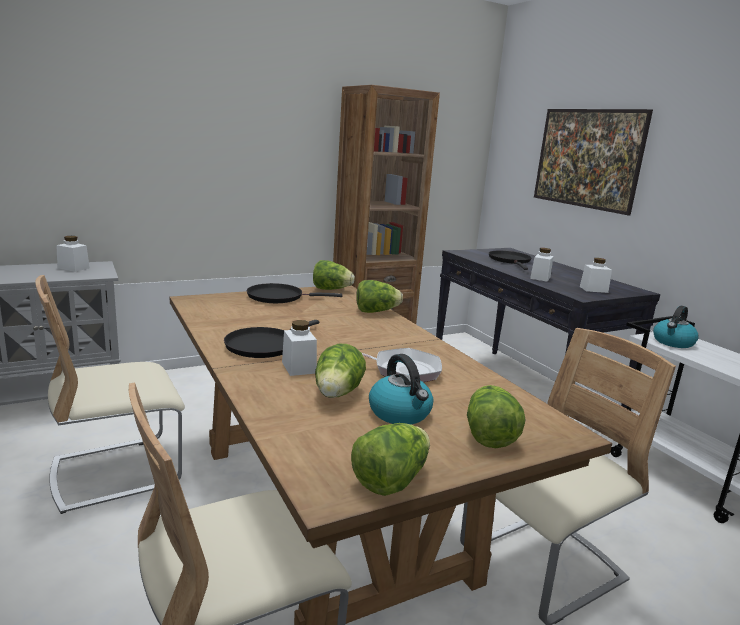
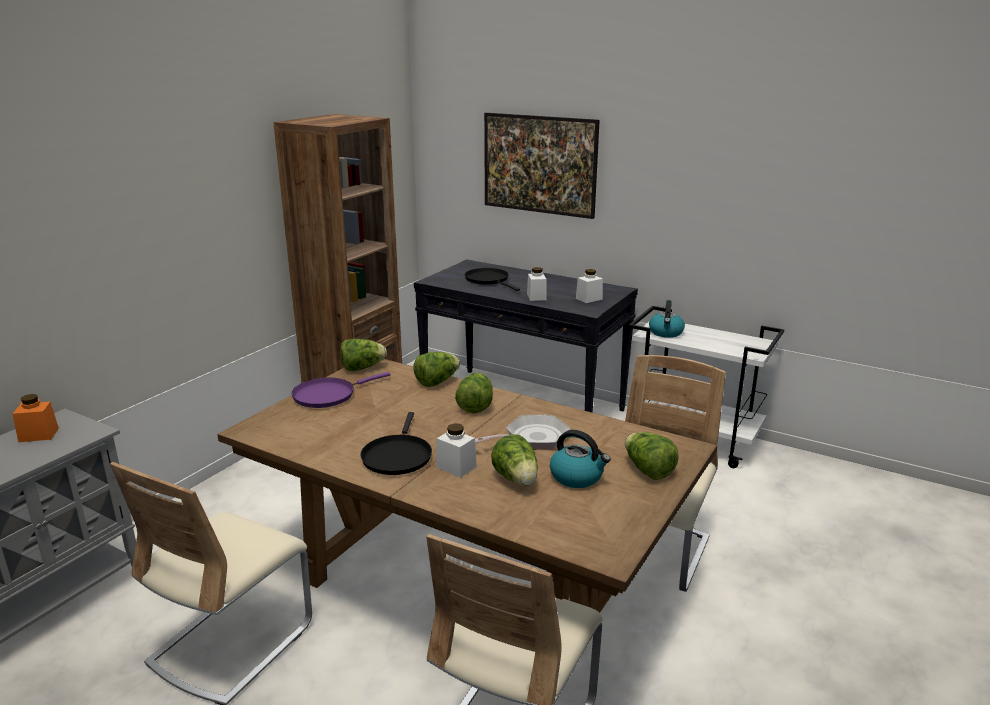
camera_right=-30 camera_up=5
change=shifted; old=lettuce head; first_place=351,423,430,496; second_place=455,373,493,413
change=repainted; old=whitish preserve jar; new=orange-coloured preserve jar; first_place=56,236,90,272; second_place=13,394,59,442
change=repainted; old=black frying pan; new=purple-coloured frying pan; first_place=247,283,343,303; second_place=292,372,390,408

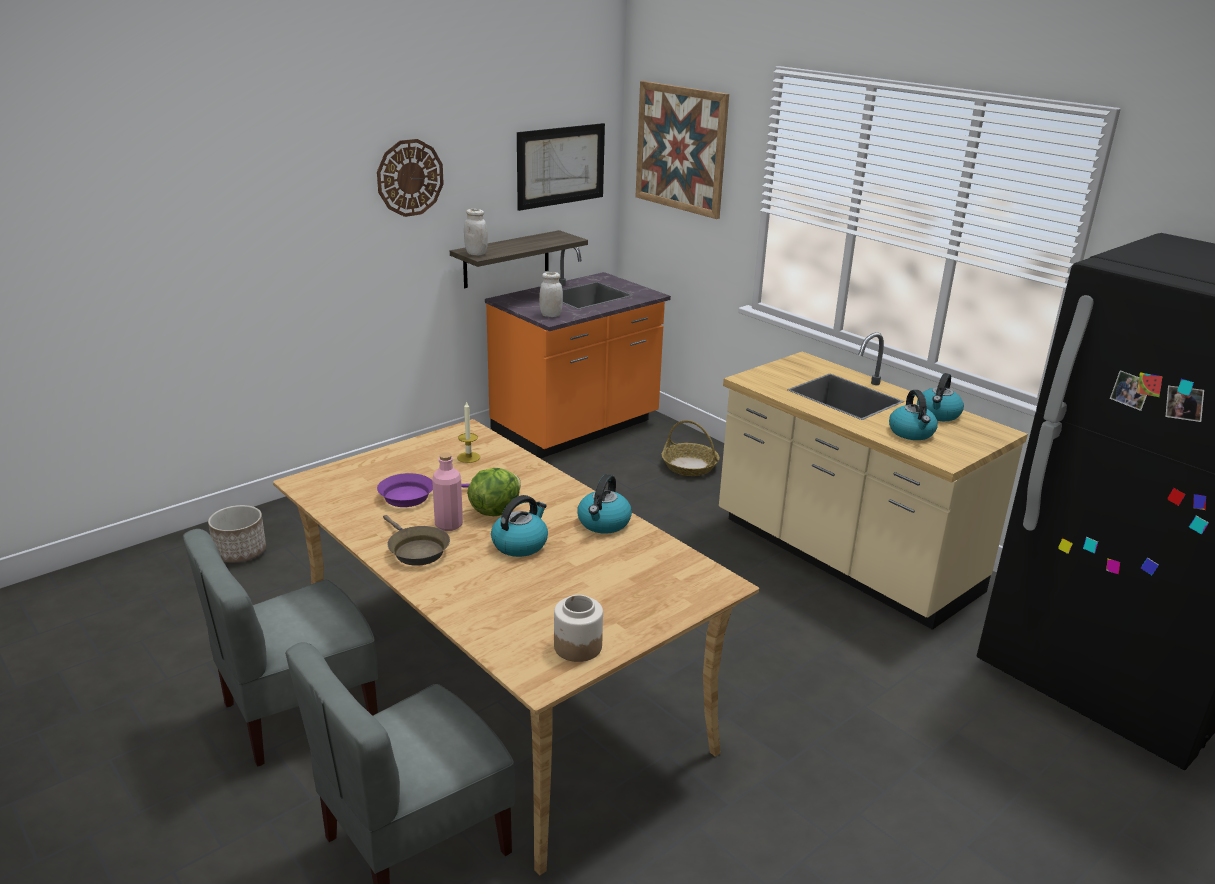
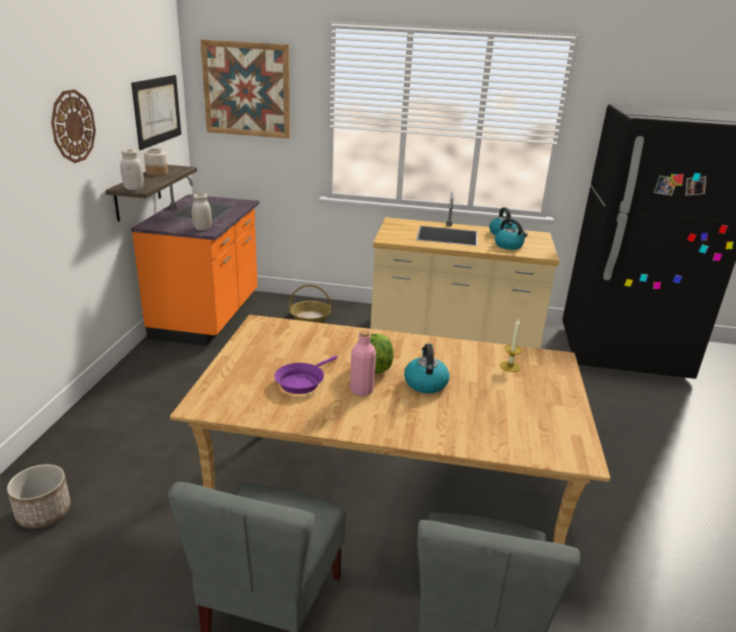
camera_right=-40 camera_up=0
change=gone; old=brownish frying pan; first_place=383,515,450,566
change=gone; old=water kettle; first_place=577,474,632,534
change=shifted; old=candle; first_place=457,401,480,463; second_place=500,318,522,372
change=shifted; old=preserve jar; first_place=554,595,603,662; second_place=144,148,168,176

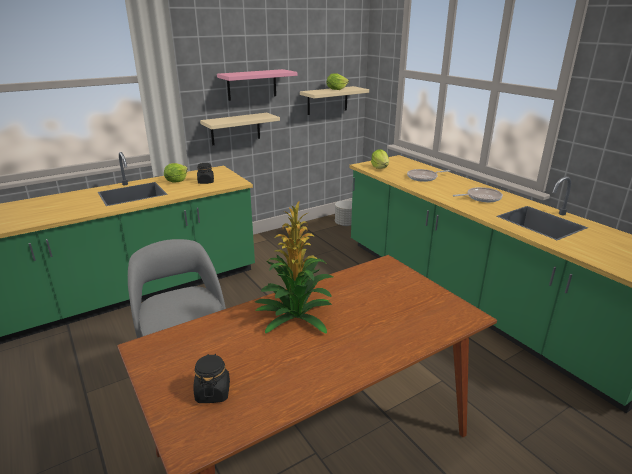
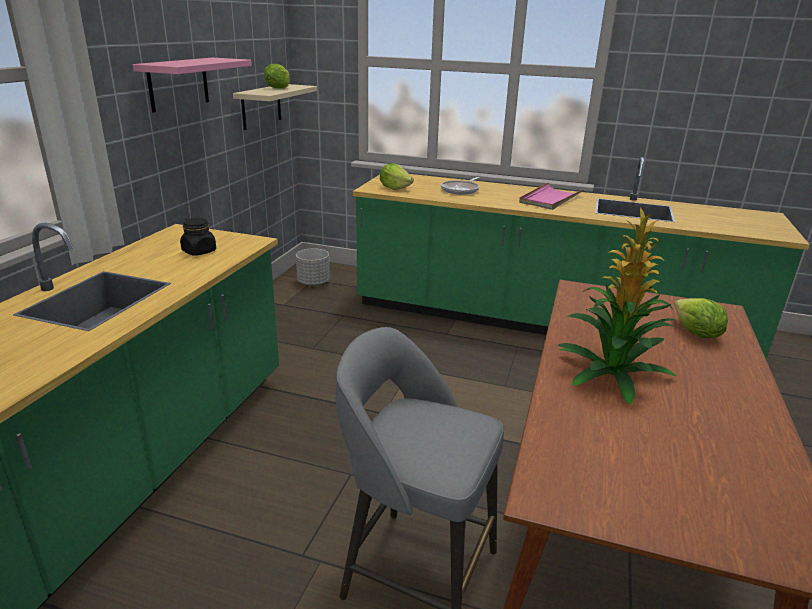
camera_right=-40 camera_up=0
change=gone; old=black preserve jar; first_place=193,354,230,403
change=gone; old=sand-coloured shelf; first_place=200,113,280,145
change=shifted; old=lettuce head; first_place=164,163,188,183; second_place=674,298,728,338
change=swapped; old=frying pan; new=pink-coloured carrying tray; first_place=453,187,503,202; second_place=519,182,584,210

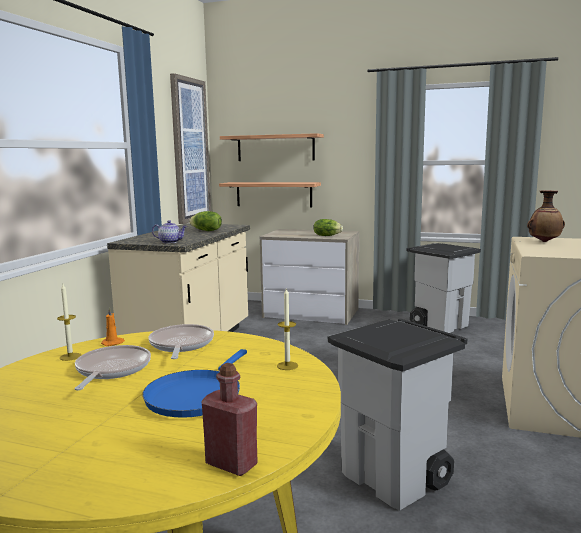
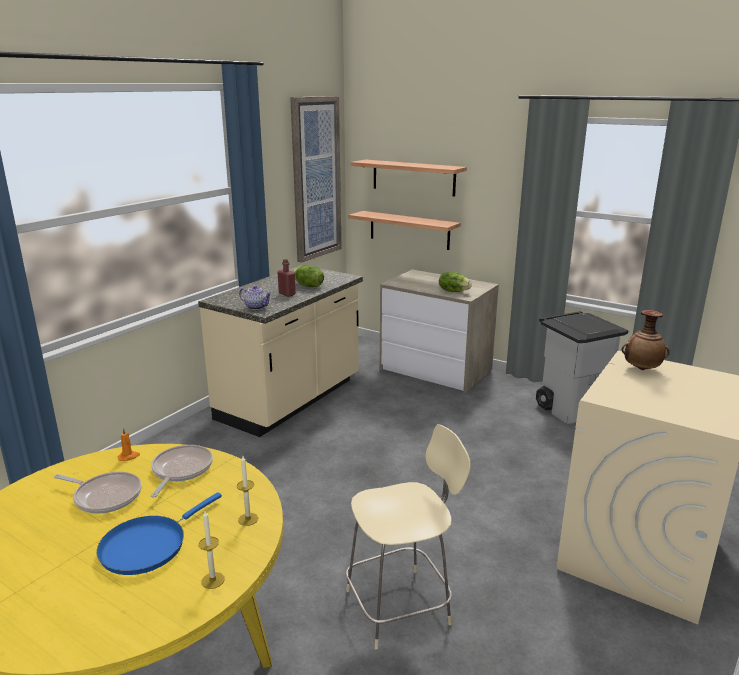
camera_right=15 camera_up=10
change=shifted; old=candle; first_place=57,284,81,361; second_place=199,511,225,589
change=shifted; old=red-coloured drink bottle; first_place=201,363,257,476; second_place=277,259,296,297
change=swapped; old=grey waste bin; new=sand-coloured stool seat; first_place=328,319,467,510; second_place=345,424,471,650
change=rotated; old=frying pan; first_place=74,345,151,391; second_place=54,472,142,514; degrees=90

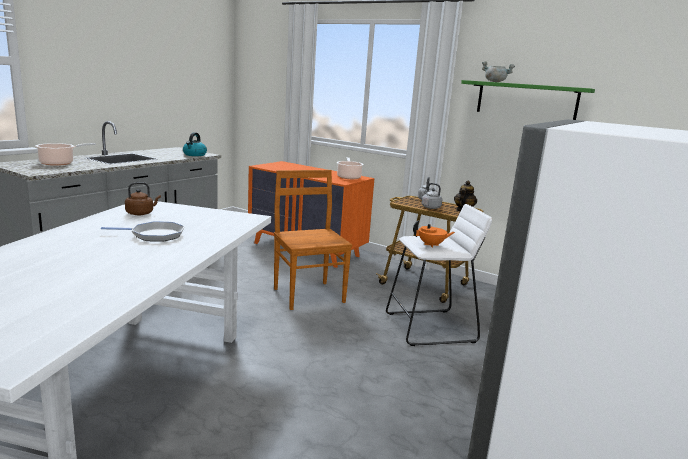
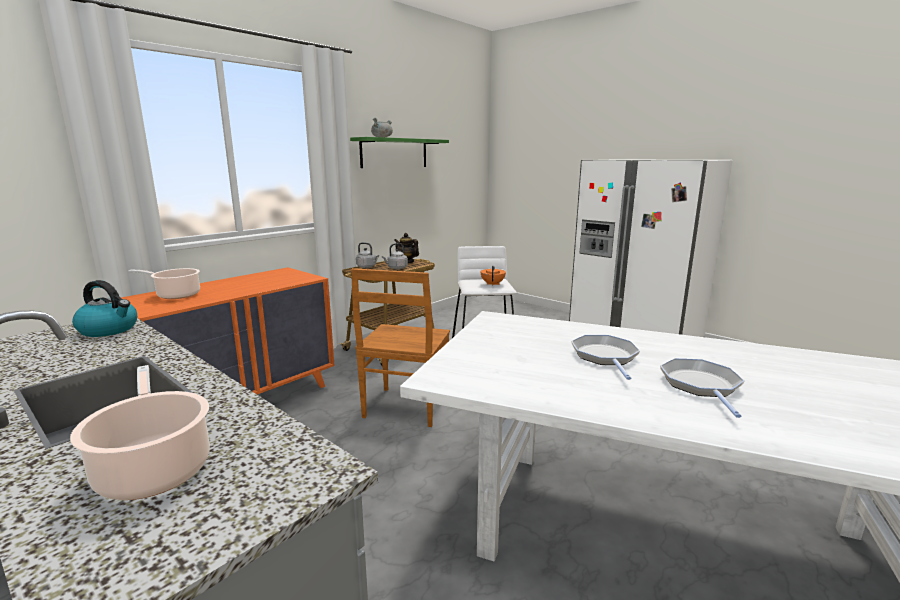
camera_right=-80 camera_up=0
change=gone; old=brownish water kettle; first_place=125,182,161,215
change=new; new=frying pan; second_place=660,358,745,418
change=shifted; old=saucepot; first_place=337,157,364,179; second_place=128,268,200,299
change=rotated; old=brownish plain chair; first_place=274,170,352,310; second_place=351,268,450,427; degrees=-60

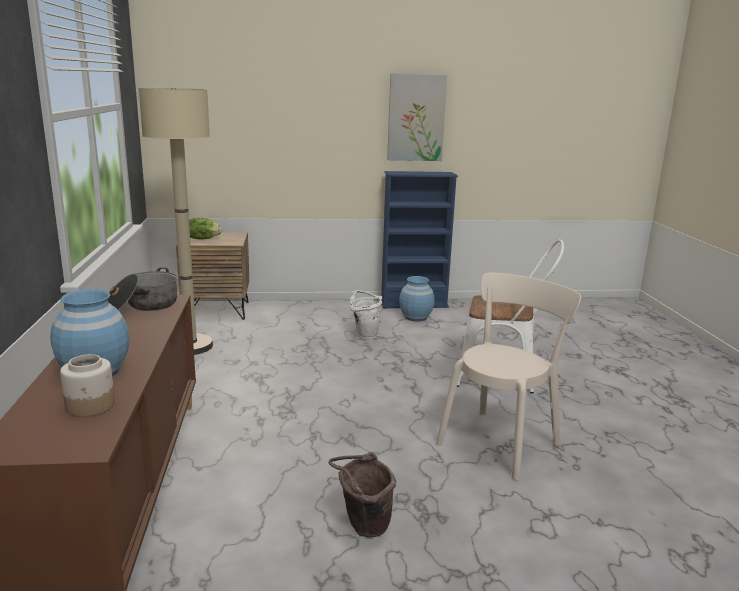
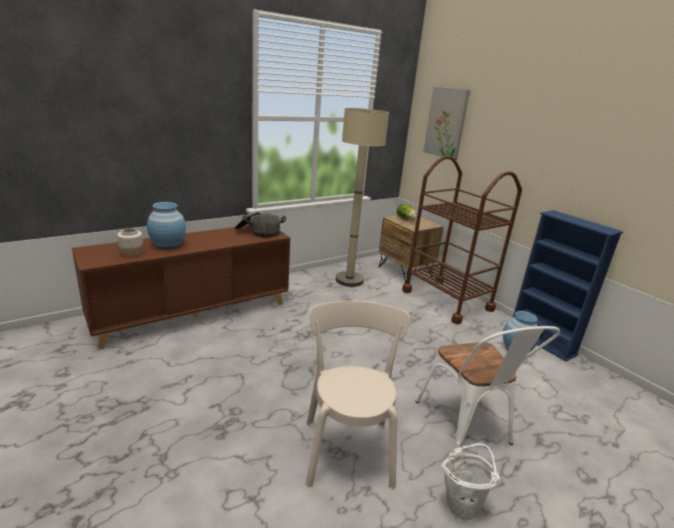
camera_right=60 camera_up=5
change=gone; old=brownish pail; first_place=328,452,396,538
change=new; new=brownish trolley; second_place=402,156,522,324
change=shifted; old=whitish pail; first_place=350,290,382,339; second_place=441,443,501,522
change=shifted; old=picture; first_place=387,73,447,161; second_place=423,86,470,160
change=rotated; old=sand-coloured plain chair; first_place=436,273,581,481; second_place=306,301,410,489; degrees=-105

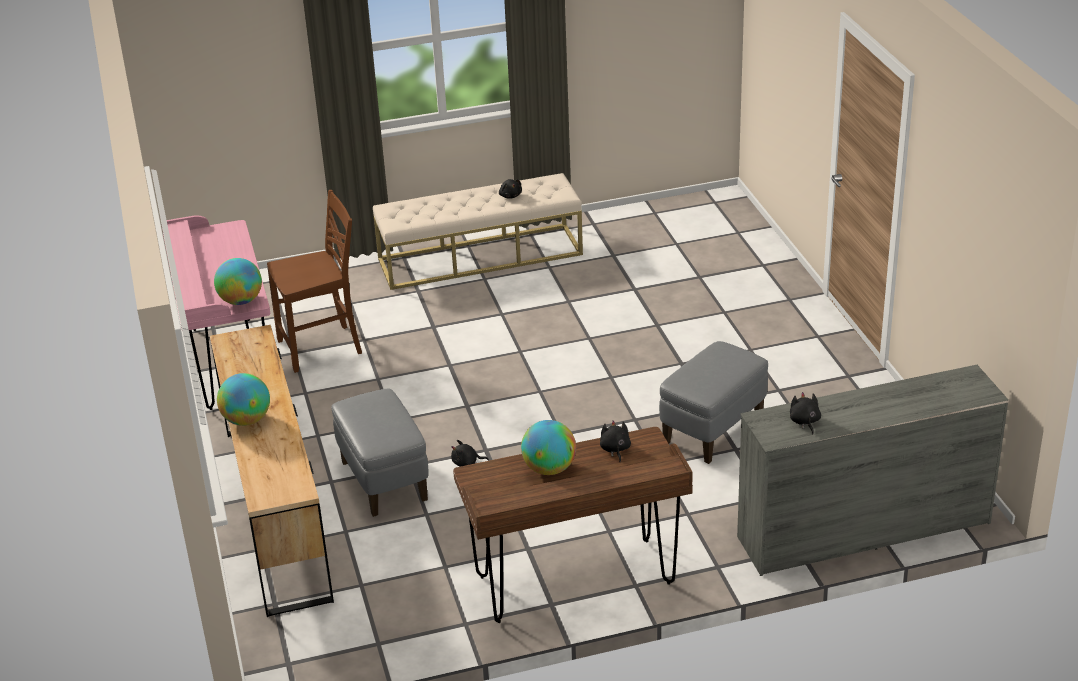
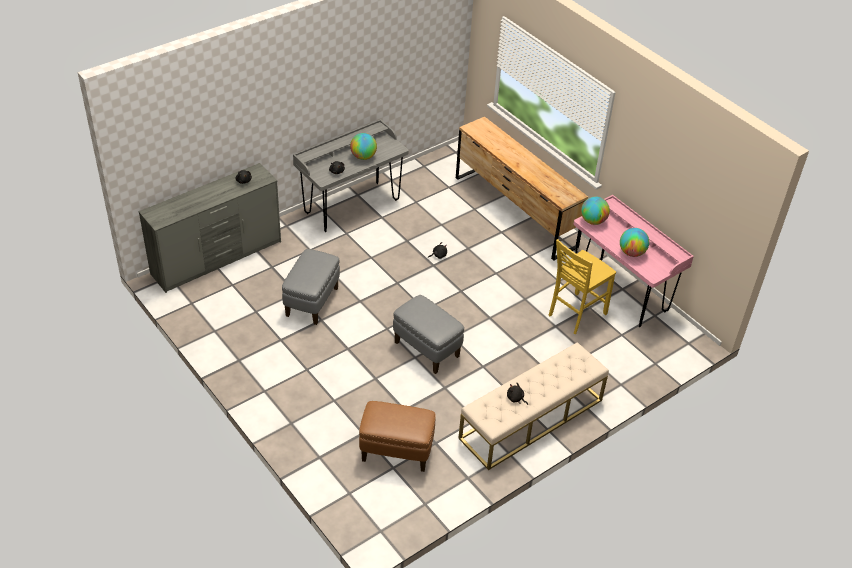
camera_right=155 camera_up=10
change=new; new=brownish ottoman; second_place=359,401,436,472
change=shifted; old=desk globe; first_place=217,373,270,426; second_place=620,228,649,257
change=shifted; old=grey ottoman; first_place=332,389,429,517; second_place=393,295,464,374
change=repainted; old=brownish plain chair; new=yellow plain chair; first_place=267,190,362,373; second_place=549,239,616,334
change=repainted; old=brownish desk; new=grey desk; first_place=453,427,693,623; second_place=293,119,409,232

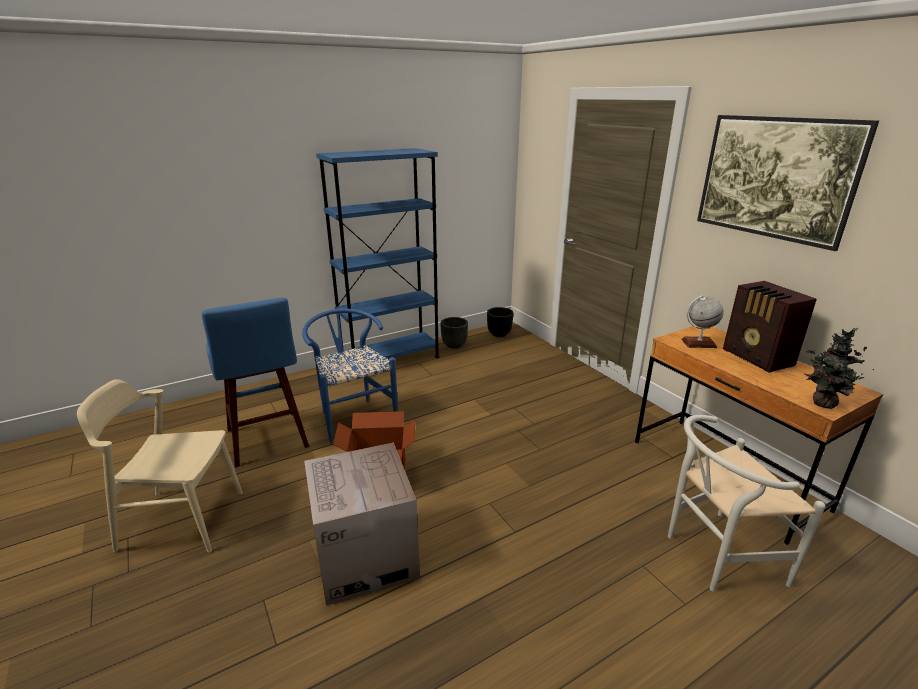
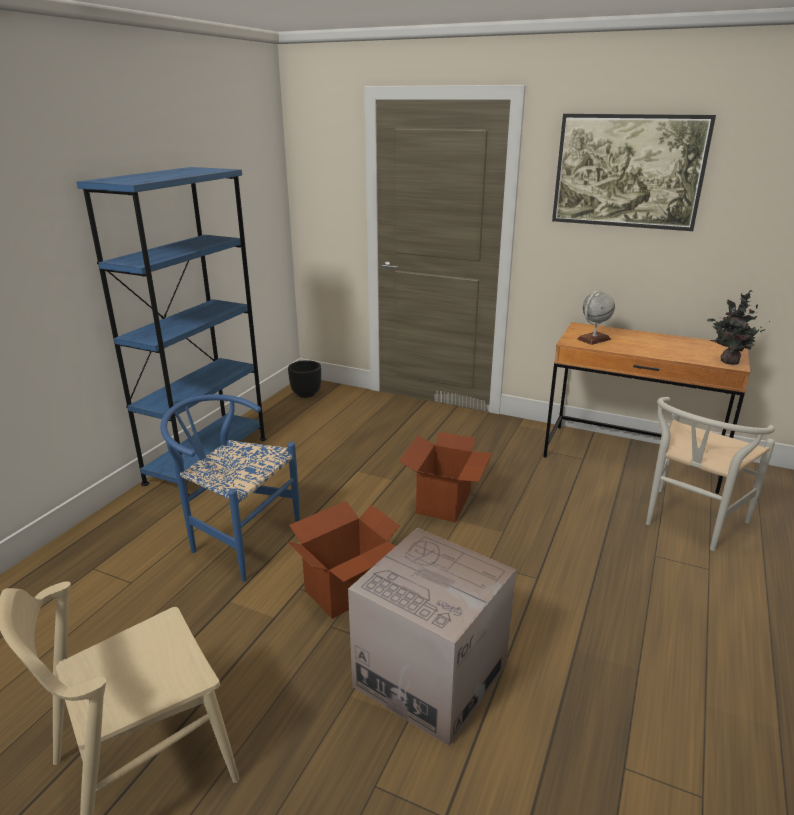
camera_right=-35 camera_up=0
change=gone; old=blue stool seat; first_place=202,298,309,468
change=gone; old=black plant pot; first_place=440,317,468,348
change=gone; old=radio; first_place=723,281,817,373
change=new; new=cardboard box; second_place=399,432,492,522

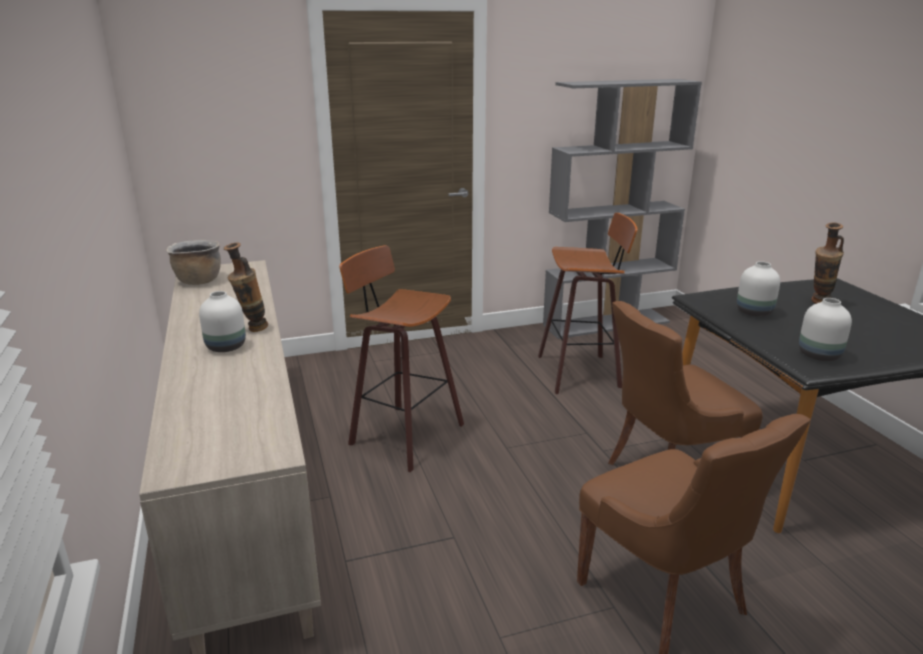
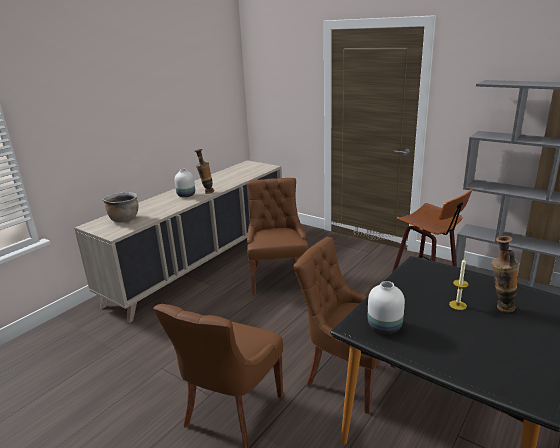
camera_right=55 camera_up=0
change=gone; old=whitish vase; first_place=737,261,780,317
change=new; new=candle; second_place=449,258,469,310
change=shifted; old=brownish saucepot; first_place=166,240,221,285; second_place=103,192,138,223
change=swapped; old=stool seat; new=brownish plain chair; first_place=339,245,464,472; second_place=246,178,308,295

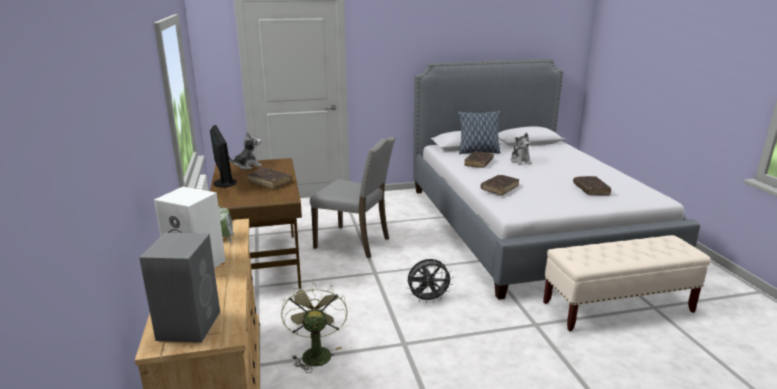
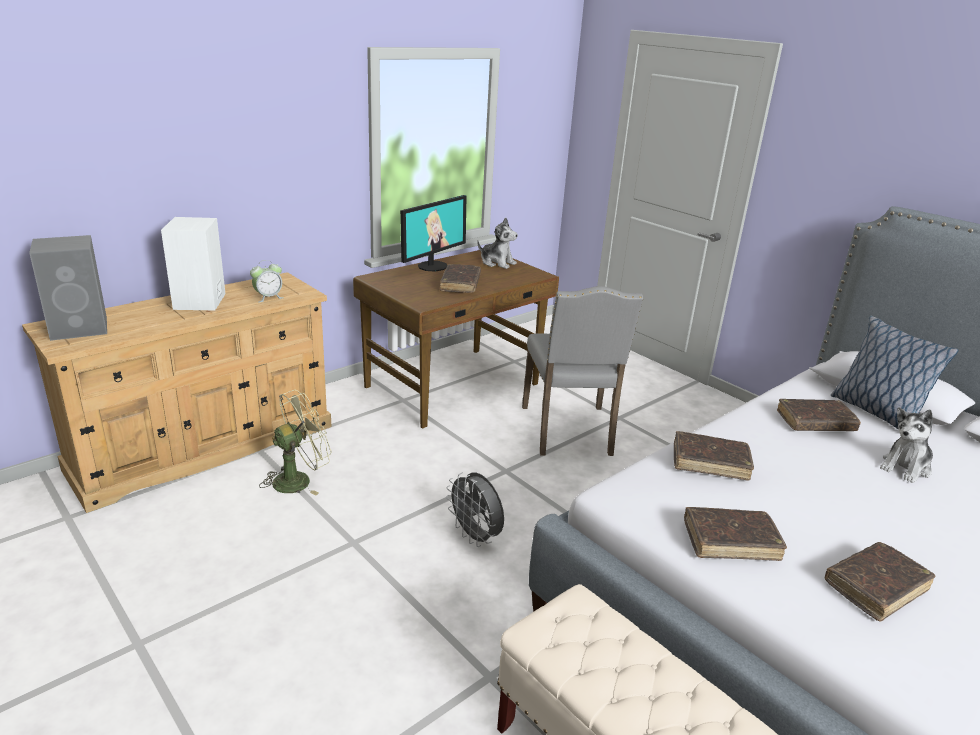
camera_right=60 camera_up=5
change=new; new=brownish book; second_place=684,507,787,561

